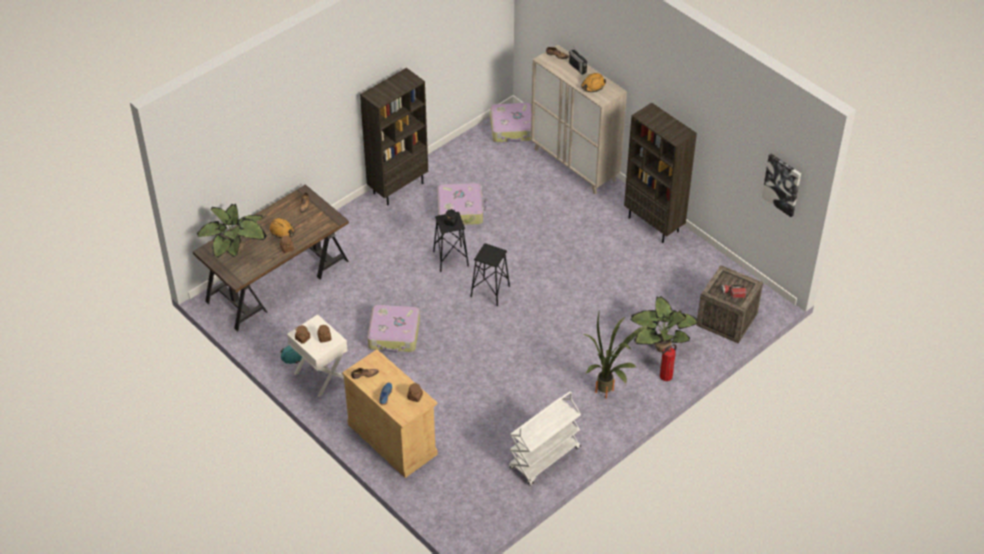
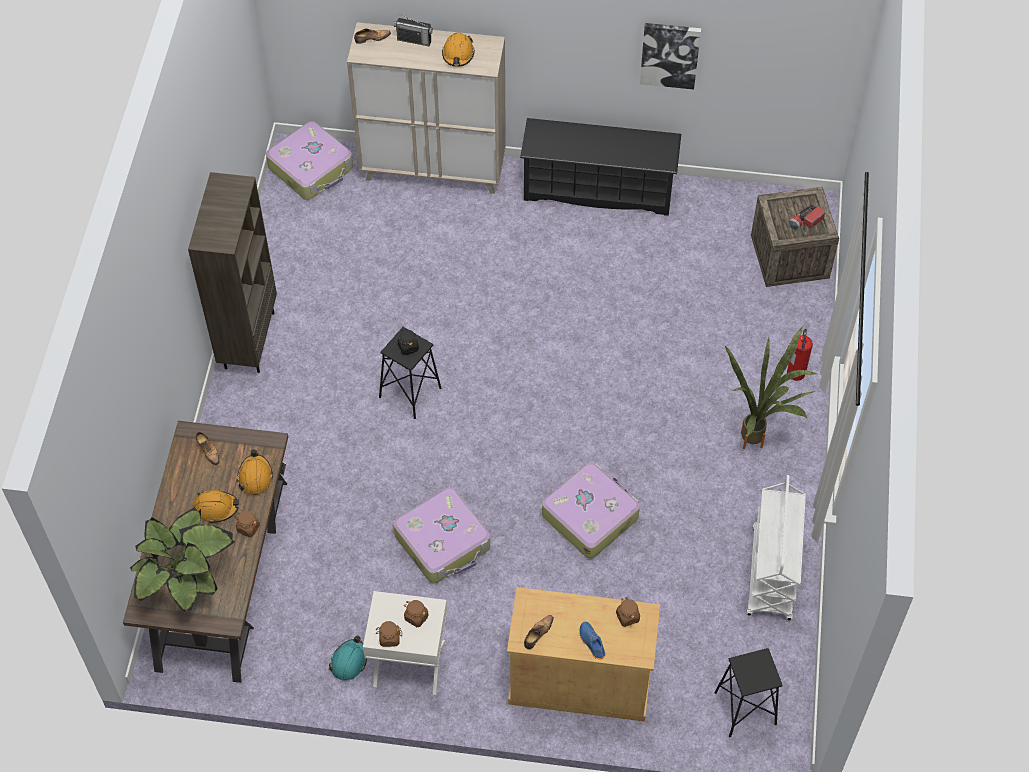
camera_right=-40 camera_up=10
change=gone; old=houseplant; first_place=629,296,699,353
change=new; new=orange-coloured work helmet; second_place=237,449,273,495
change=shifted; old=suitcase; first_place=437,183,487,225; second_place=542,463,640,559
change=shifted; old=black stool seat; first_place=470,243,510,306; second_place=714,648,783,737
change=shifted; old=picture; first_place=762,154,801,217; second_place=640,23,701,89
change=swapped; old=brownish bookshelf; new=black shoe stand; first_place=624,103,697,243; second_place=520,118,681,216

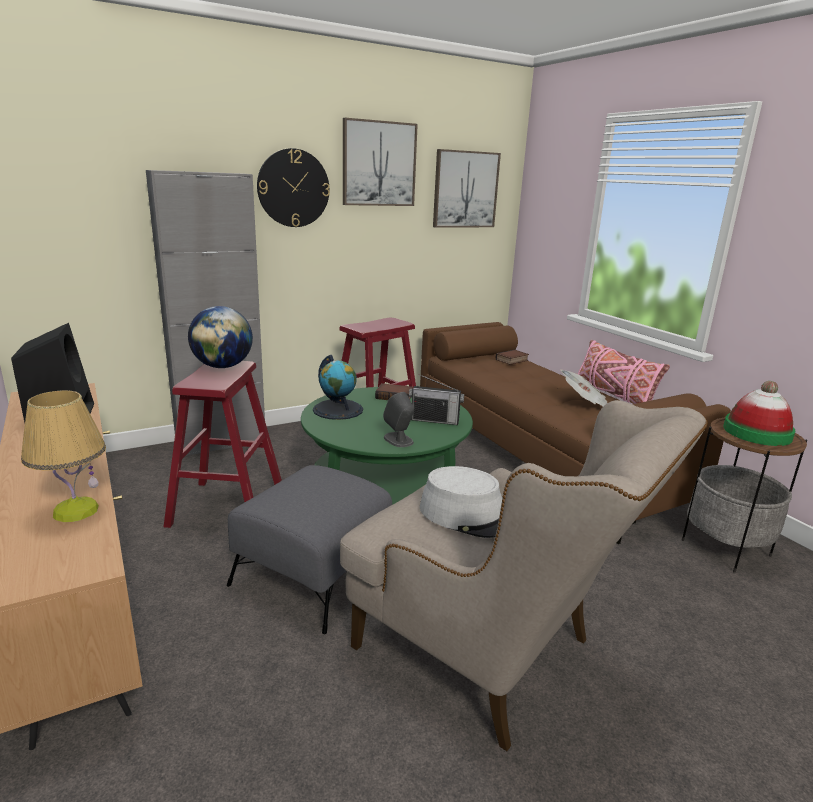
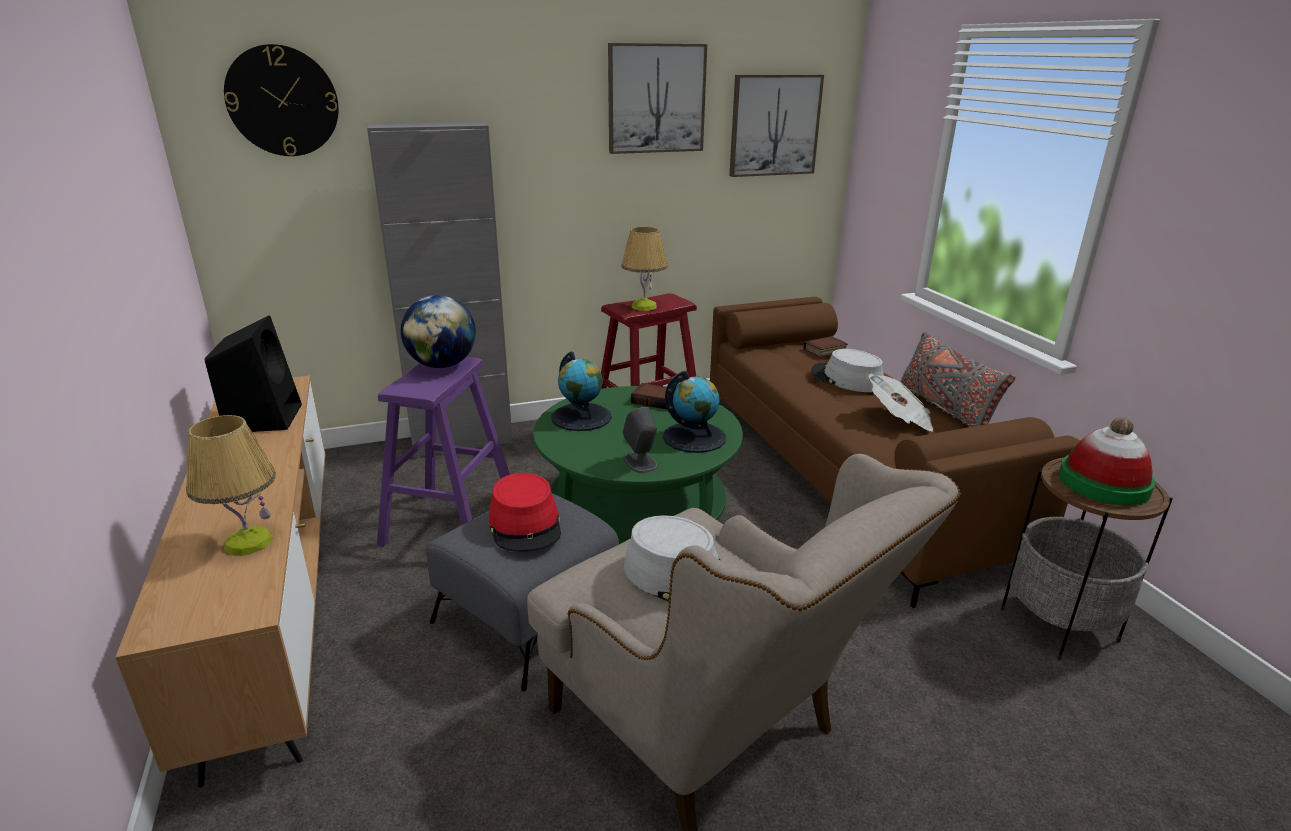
camera_right=10 camera_up=5
change=new; new=red-coloured clothing hat; second_place=488,473,562,552
change=new; new=table lamp; second_place=621,227,668,311
change=new; new=grey clothing hat; second_place=811,349,884,392
change=shifted; old=hanging clock; first_place=257,148,330,227; second_place=224,44,339,156
change=swapped; old=radio; new=desk globe; first_place=409,374,464,425; second_place=663,371,726,453
change=repainted; old=red-coloured stool seat; new=purple-coloured stool seat; first_place=164,361,282,528; second_place=377,357,510,547
change=repainted; old=pink-coloured throw pillow; new=grey throw pillow; first_place=578,340,670,404; second_place=900,332,1016,427

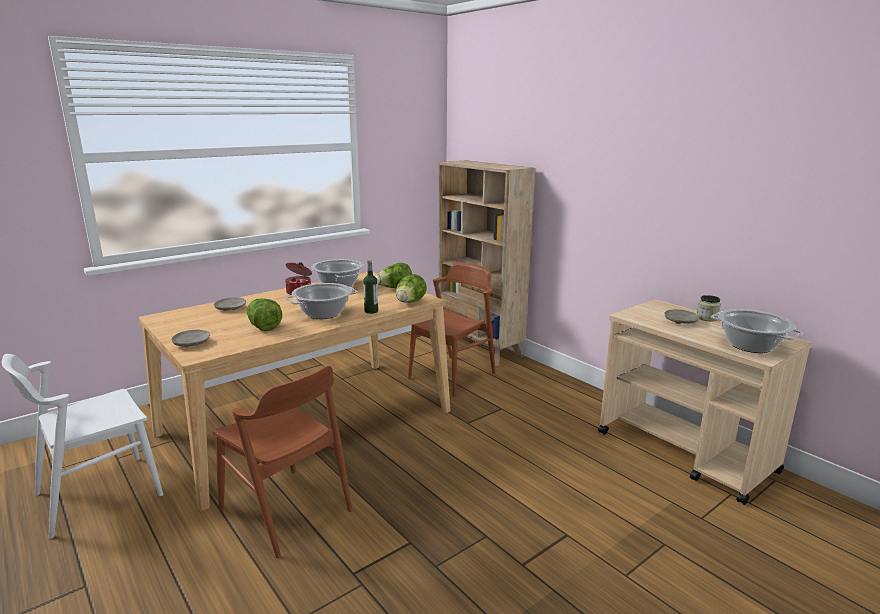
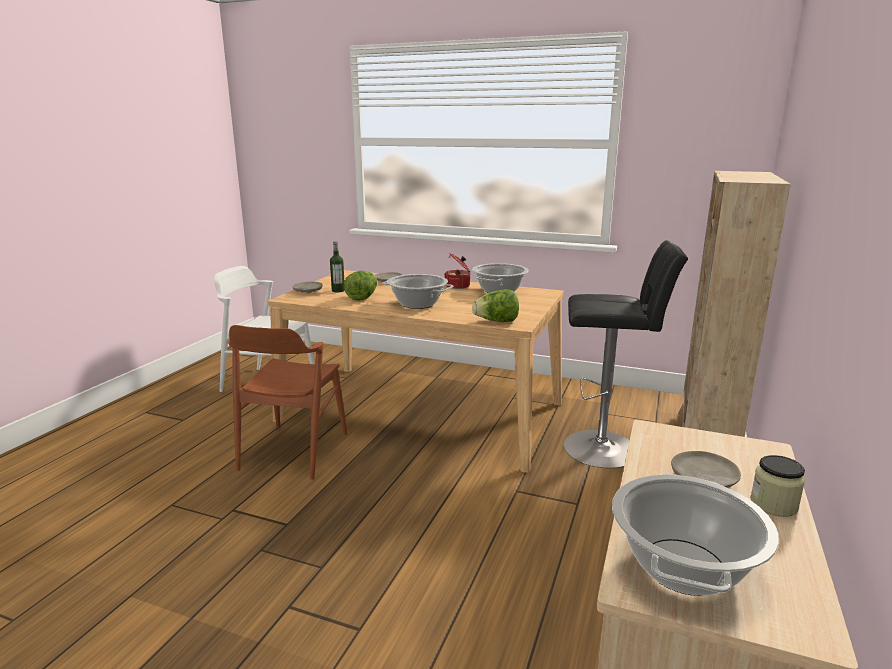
camera_right=60 camera_up=0
change=gone; old=lettuce head; first_place=376,263,412,288
change=shifted; old=drink bottle; first_place=363,260,378,314; second_place=330,241,345,292
change=swapped; old=brownish plain chair; new=black stool seat; first_place=408,262,495,397; second_place=564,240,688,469

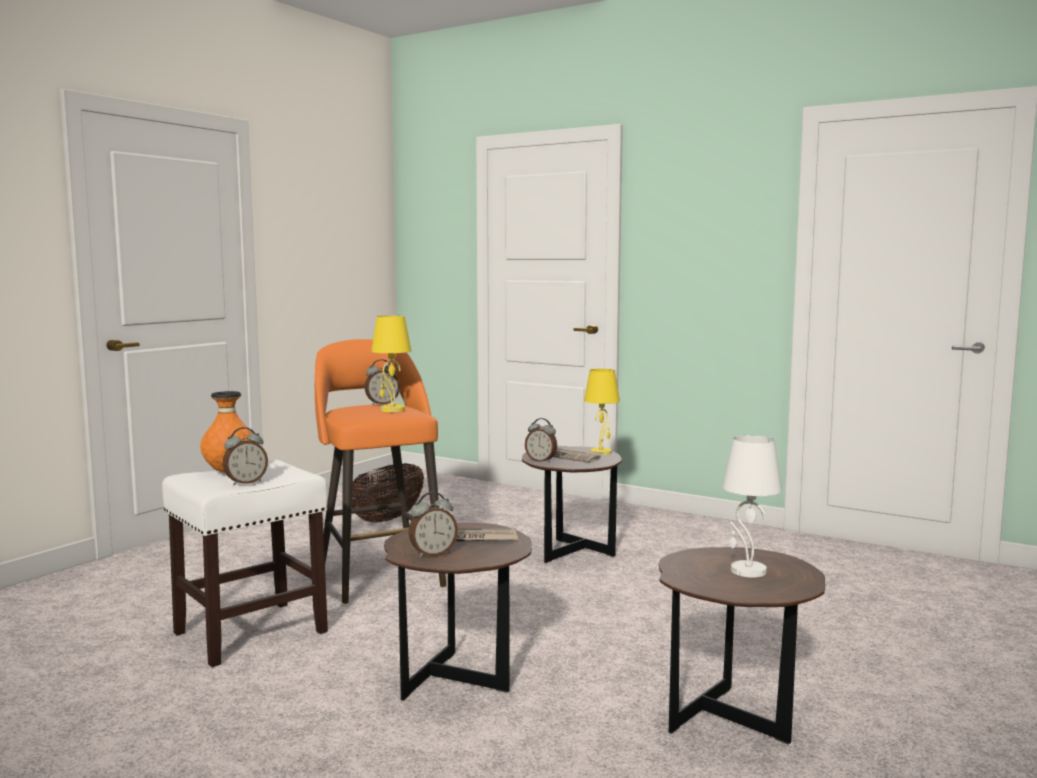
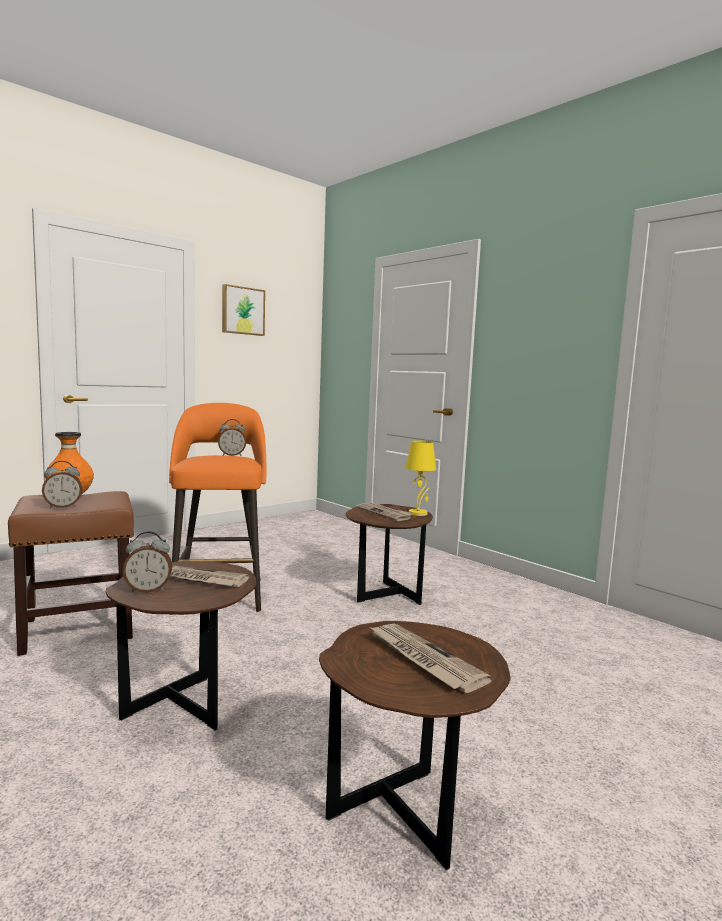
camera_right=15 camera_up=0
change=gone; old=basket; first_place=352,463,424,523
change=gone; old=yellow table lamp; first_place=371,316,411,412
change=gone; old=alarm clock; first_place=525,418,557,463
change=new; new=picture; second_place=222,284,265,336
change=swapped; old=whitish table lamp; new=daily paper; first_place=722,435,782,577; second_place=370,624,492,693
change=repainted; old=whitish stool seat; new=brownish stool seat; first_place=162,460,328,667; second_place=8,491,134,656

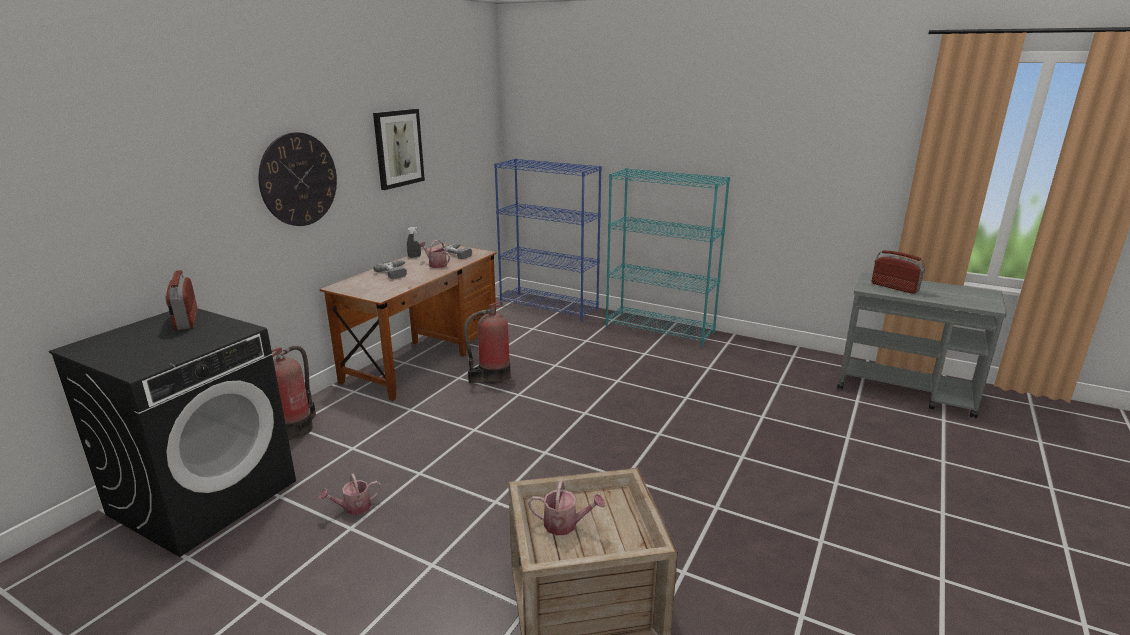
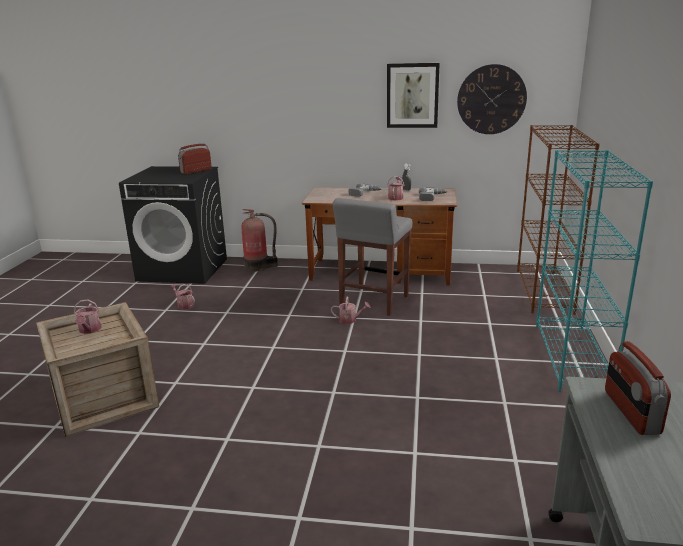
camera_right=70 camera_up=0
change=new; new=watering can; second_place=331,297,371,324
change=shifted; old=hanging clock; first_place=259,132,337,226; second_place=457,64,527,134
change=swapped; old=fire-fighting cylinder; new=grey stool seat; first_place=464,301,511,384; second_place=333,198,412,316
change=repainted; old=blue bookshelf; new=brownish bookshelf; first_place=494,158,602,322; second_place=517,125,600,315
change=rotated; old=radio; first_place=872,250,925,294; second_place=605,341,671,435; degrees=150

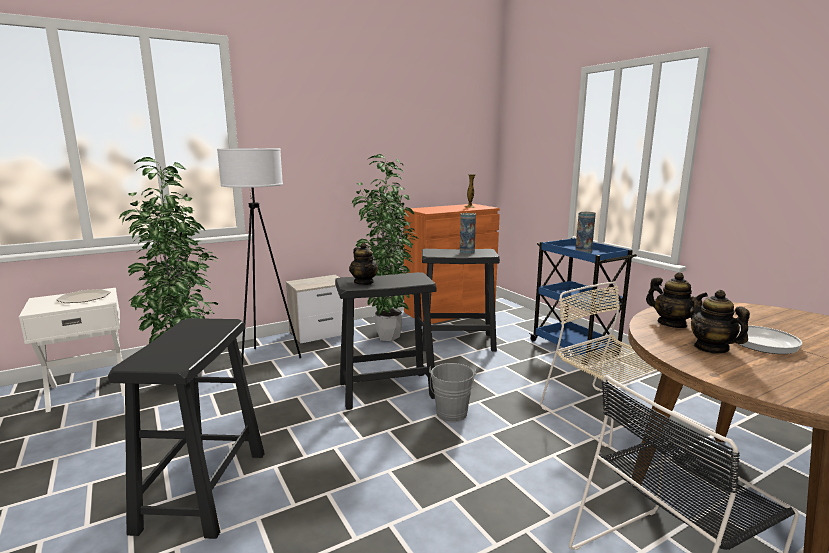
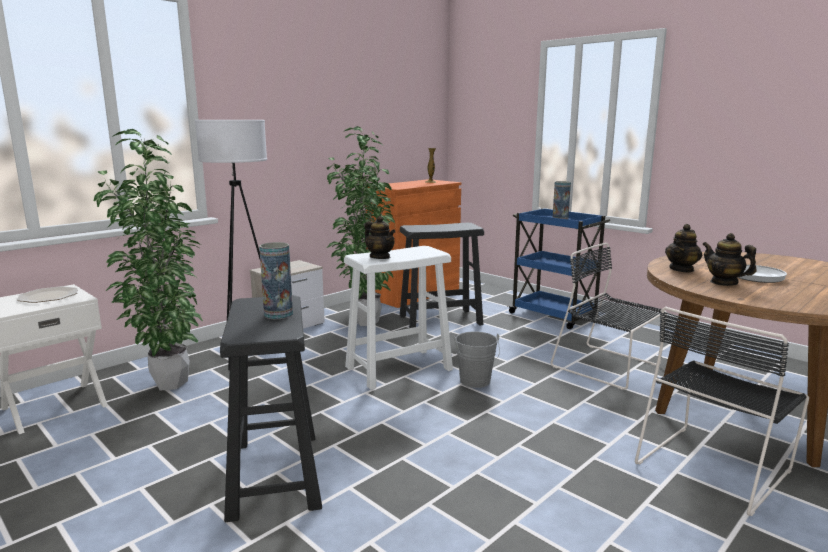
camera_right=-15 camera_up=0
change=shifted; old=vase; first_place=460,213,476,254; second_place=259,242,293,319
change=repainted; old=black stool seat; new=whitish stool seat; first_place=335,272,436,410; second_place=344,246,453,390
change=repainted; old=sand-coloured plain chair; new=black plain chair; first_place=540,282,658,447; second_place=551,243,667,390
change=rotated; old=pot for tea; first_place=646,272,708,328; second_place=665,224,702,273; degrees=90

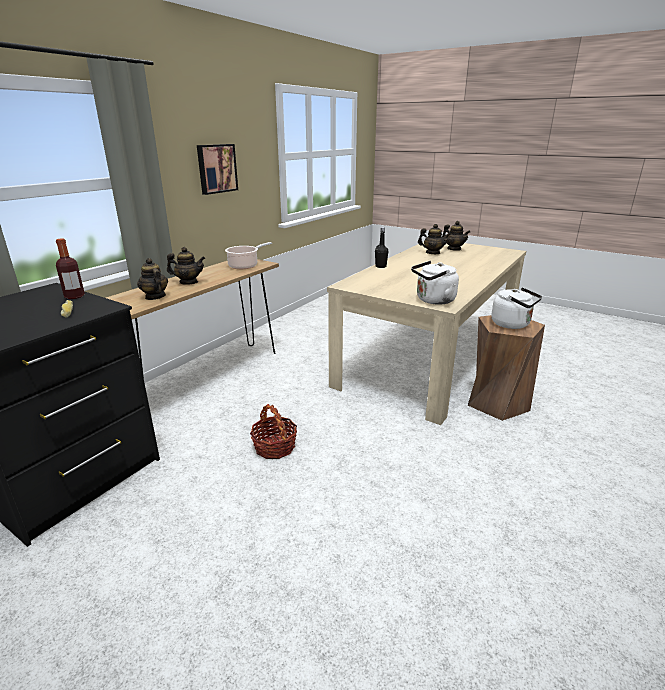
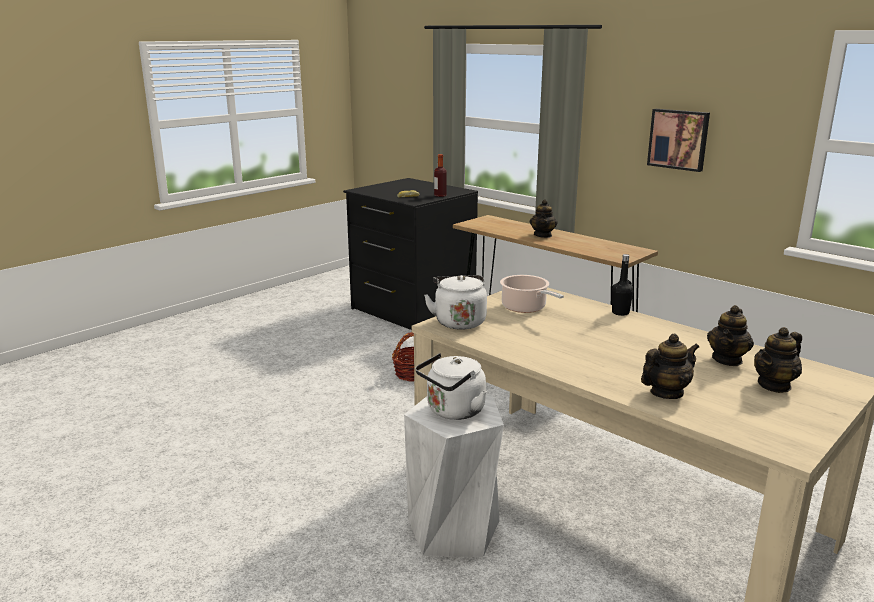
camera_right=100 camera_up=-5
change=shifted; old=pot for tea; first_place=137,258,168,300; second_place=641,333,699,399
change=shifted; old=saucepot; first_place=225,242,272,269; second_place=500,275,564,313
change=repainted; old=brownish stool seat; new=whitish stool seat; first_place=468,315,545,421; second_place=404,395,504,557

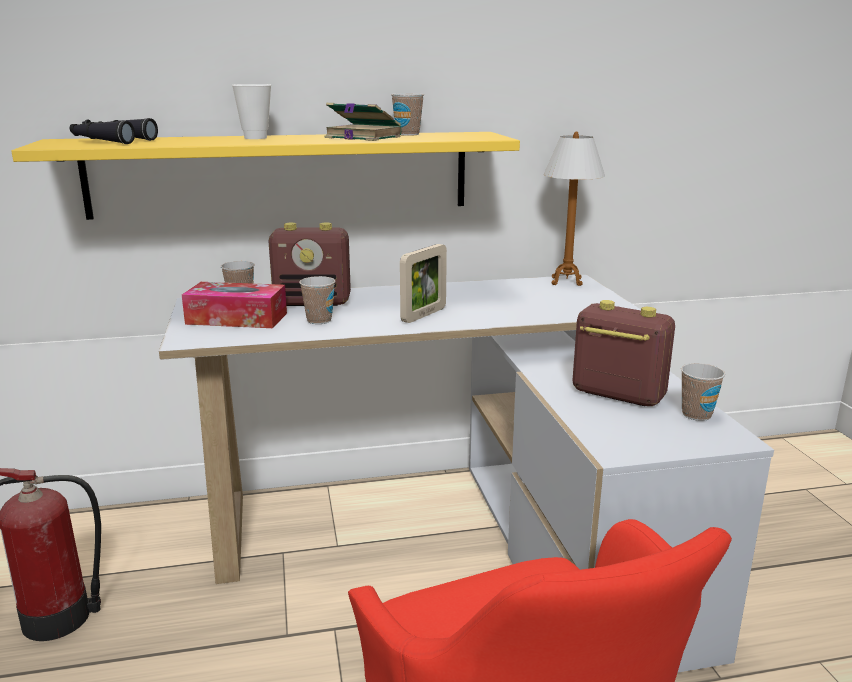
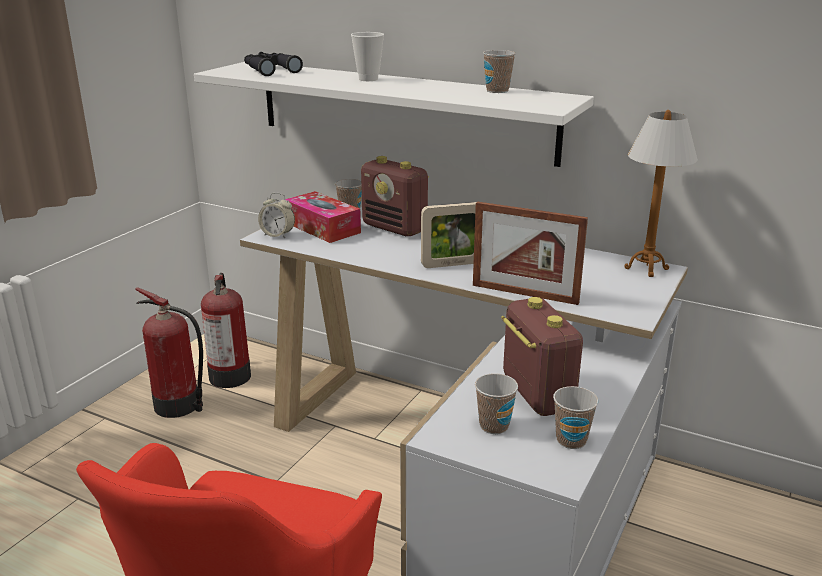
camera_right=40 camera_up=5
change=gone; old=book; first_place=325,103,402,141
change=new; new=fire-fighting cylinder; second_place=201,273,251,388
change=new; new=alarm clock; second_place=258,193,295,238
change=new; new=picture frame; second_place=473,201,588,305
change=shifted; old=cup; first_place=299,276,335,324; second_place=475,373,518,434
change=repainted; old=yellow shelf; new=whitish shelf; first_place=12,132,520,220; second_place=194,62,594,167

